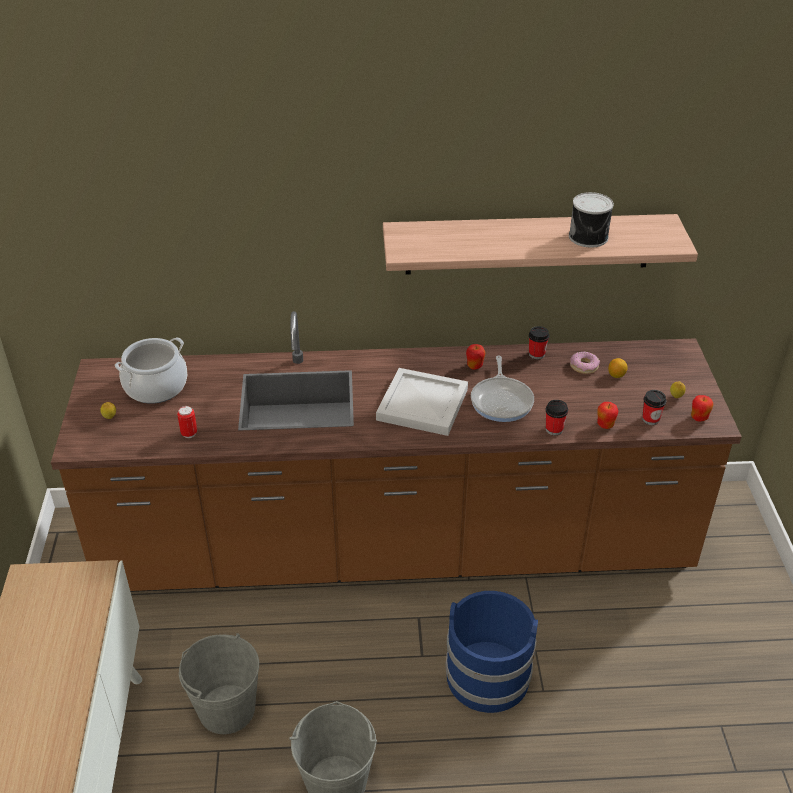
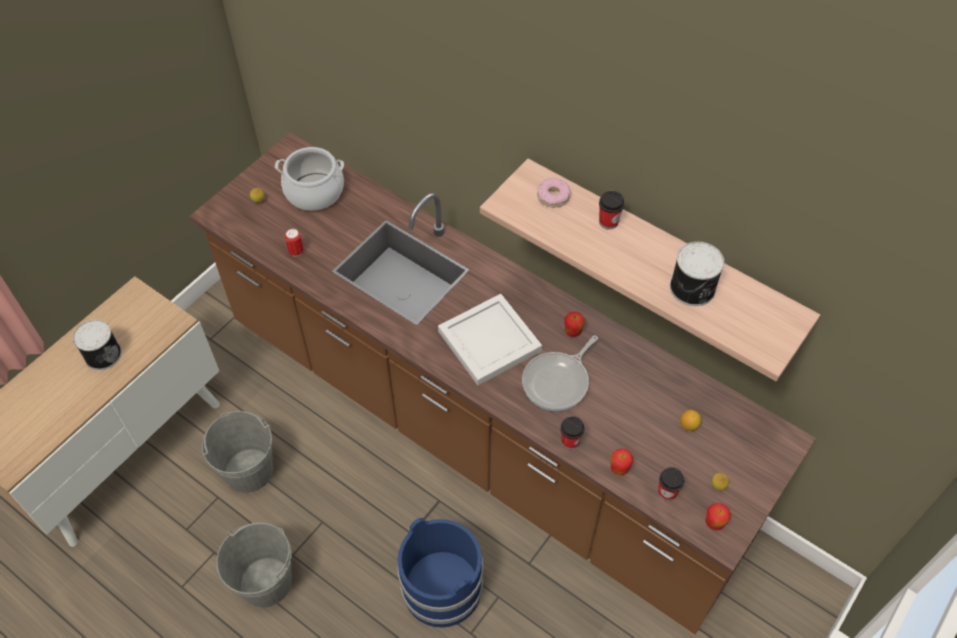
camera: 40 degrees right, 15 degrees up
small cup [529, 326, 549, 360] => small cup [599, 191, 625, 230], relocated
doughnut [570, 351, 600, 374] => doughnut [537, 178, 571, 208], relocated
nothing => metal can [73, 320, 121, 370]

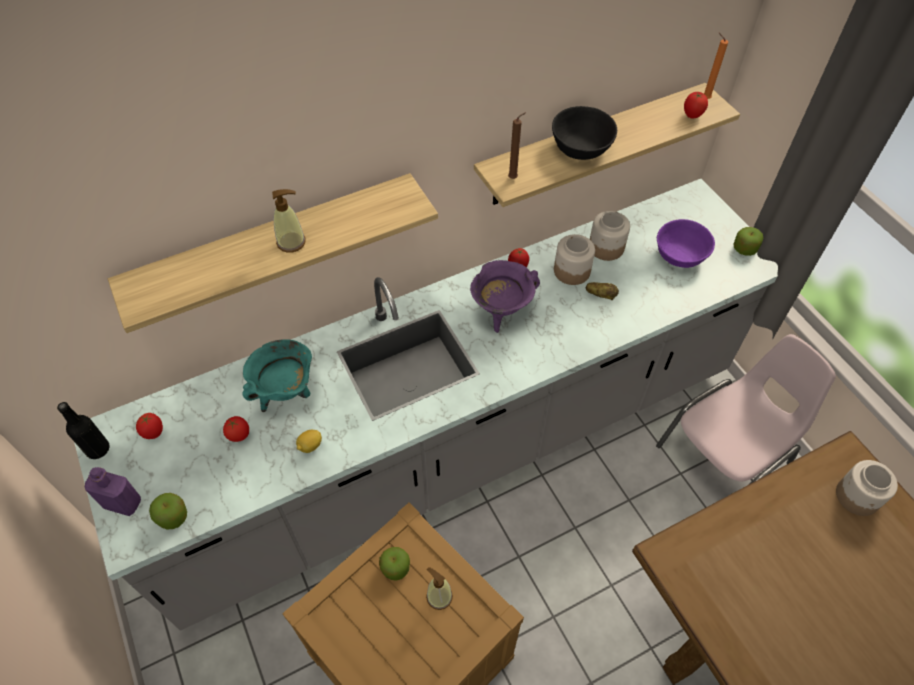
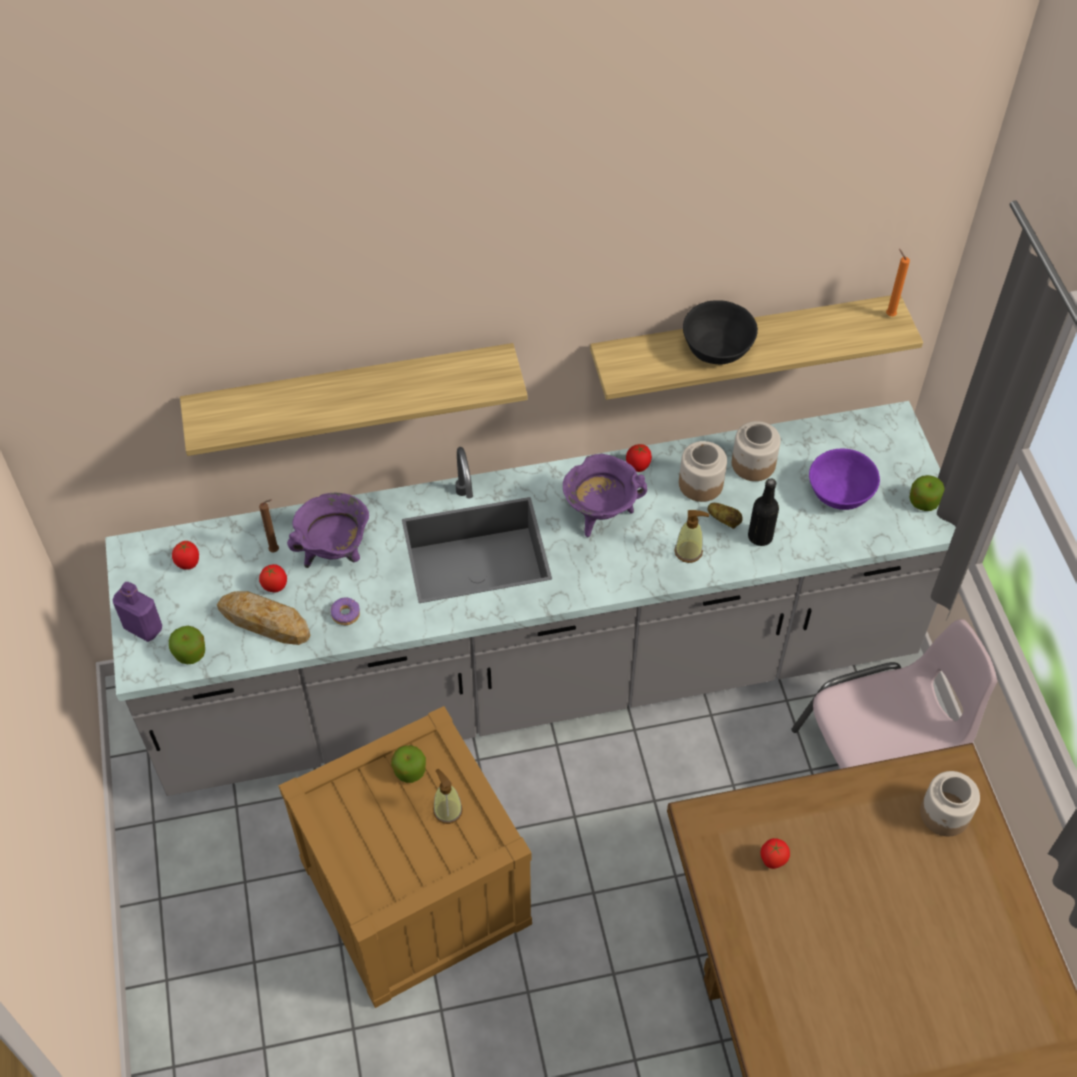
camera: 15 degrees right, 0 degrees up
black drink bottle [57, 402, 110, 459] => black drink bottle [748, 478, 779, 546], relocated
turquoise-coloured cooking pot [242, 339, 312, 412] => purplish cooking pot [287, 493, 369, 568]
soap bottle [272, 189, 306, 253] => soap bottle [674, 510, 709, 563], relocated
citrus fruit [296, 430, 322, 453] => doughnut [331, 598, 360, 625]
brown-coloured wax candle [508, 112, 526, 179] => brown-coloured wax candle [259, 500, 279, 553], relocated
fresh tomato [684, 92, 708, 119] => fresh tomato [761, 838, 790, 869], relocated
nothing => bread [217, 591, 310, 645]

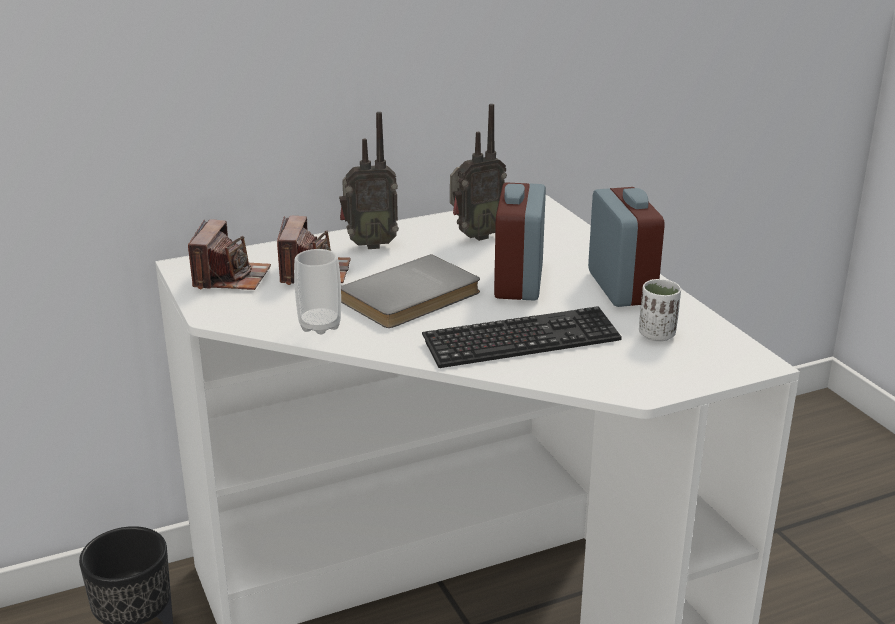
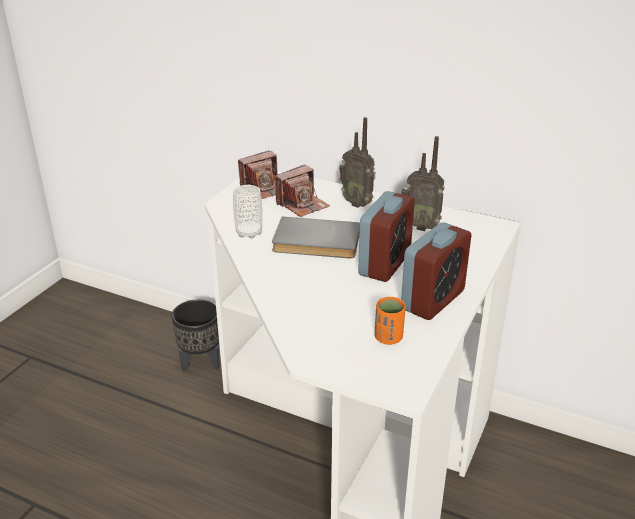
camera: 50 degrees right, 5 degrees up
computer keyboard [422, 306, 622, 368] => nothing
alarm clock [494, 183, 546, 301] => alarm clock [358, 191, 415, 282], 150 degrees clockwise
whitish small cup [639, 279, 681, 342] => orangey small cup [375, 297, 406, 345]

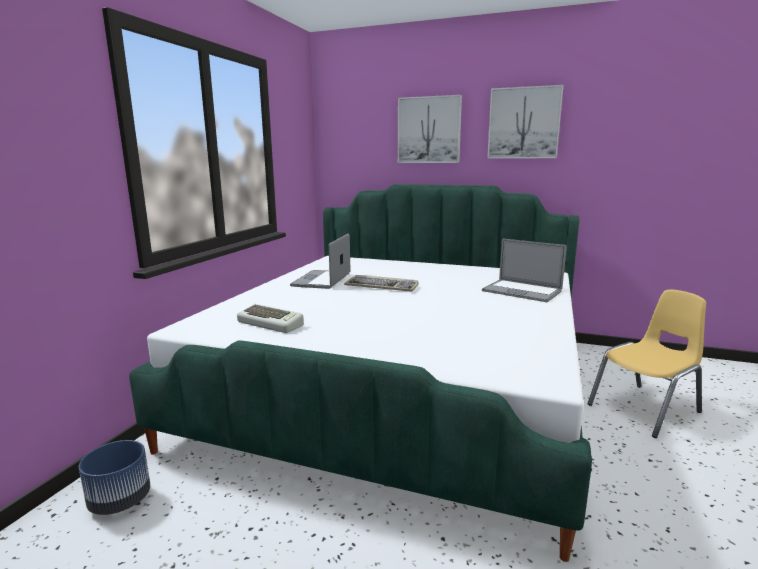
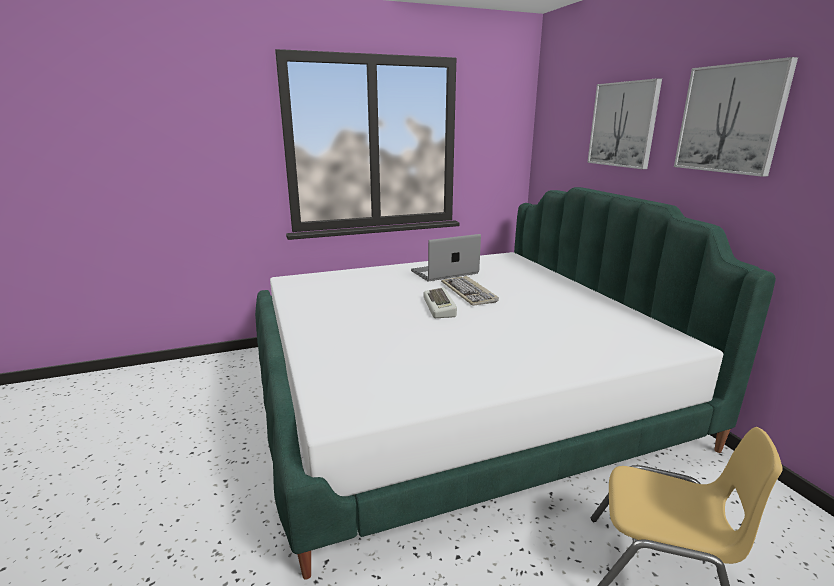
camera: 50 degrees right, 5 degrees up
blue flower pot [79, 440, 150, 515] => nothing
computer keyboard [237, 304, 304, 333] => computer keyboard [423, 287, 457, 318], relocated
notebook computer [482, 239, 567, 302] => nothing

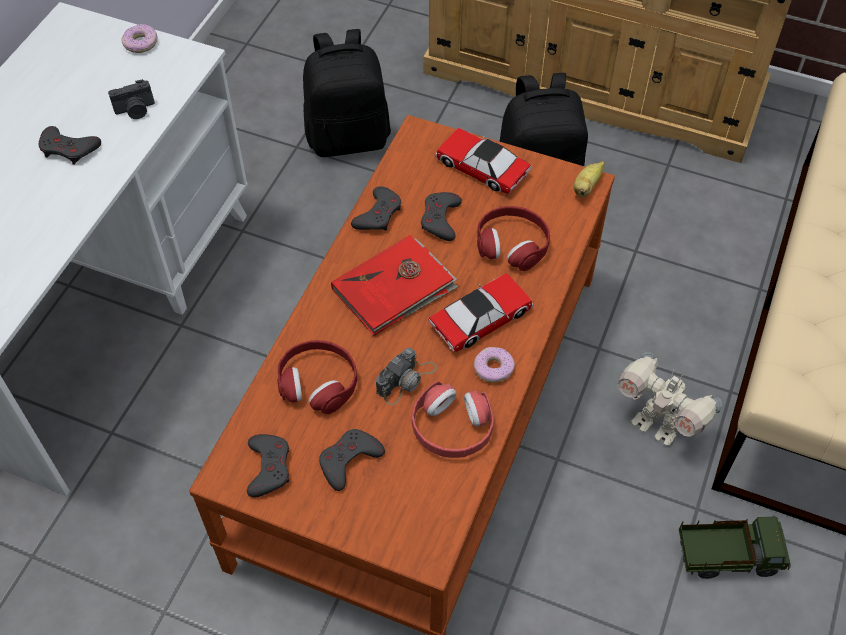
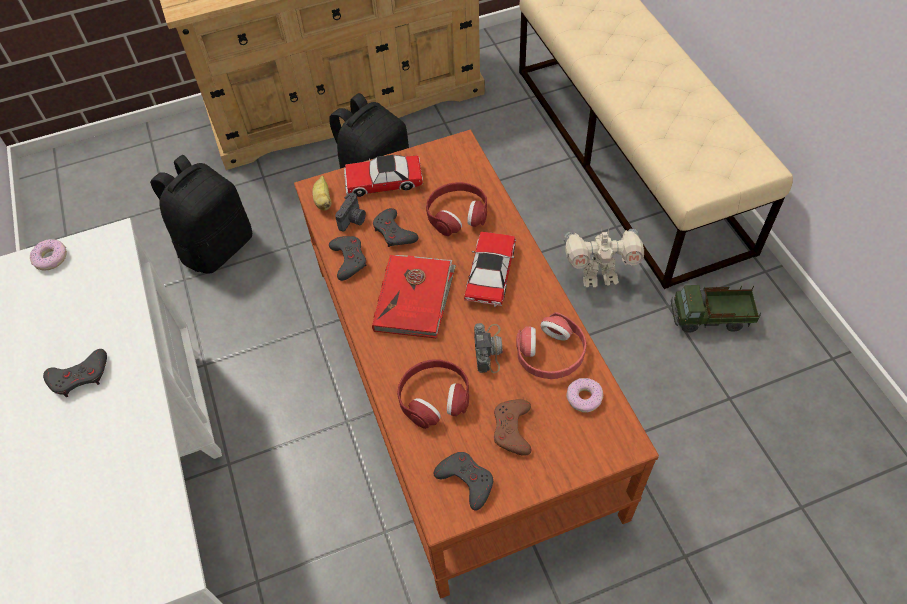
camera: 40 degrees left, 0 degrees up
still camera [108, 79, 155, 119] => still camera [335, 193, 366, 231], relocated
gray game controller [319, 429, 385, 491] => brown-coloured game controller [494, 399, 531, 456]
doughnut [474, 347, 515, 383] => doughnut [566, 378, 603, 413], relocated
whole banana [574, 161, 605, 197] => whole banana [312, 176, 331, 211], relocated
toy truck [679, 516, 791, 579] => toy truck [671, 285, 761, 333], 135 degrees counterclockwise

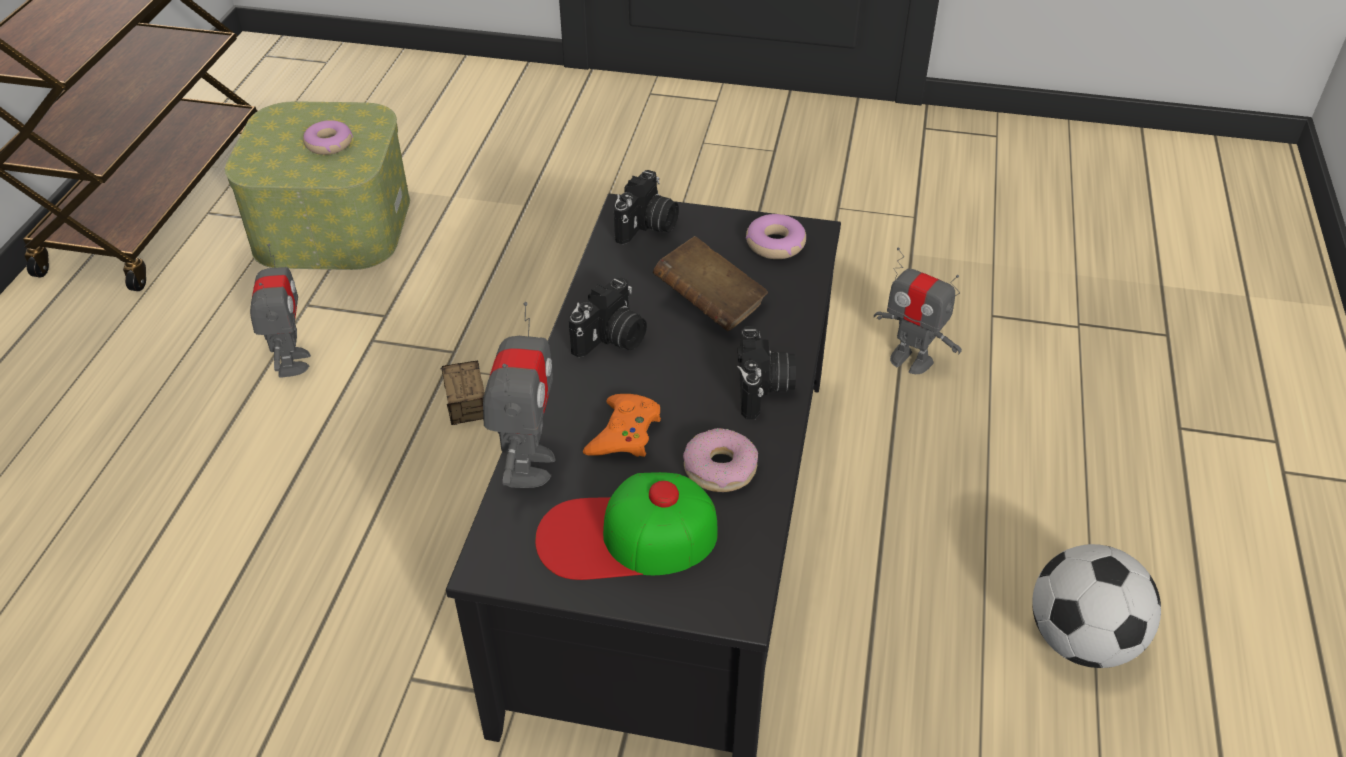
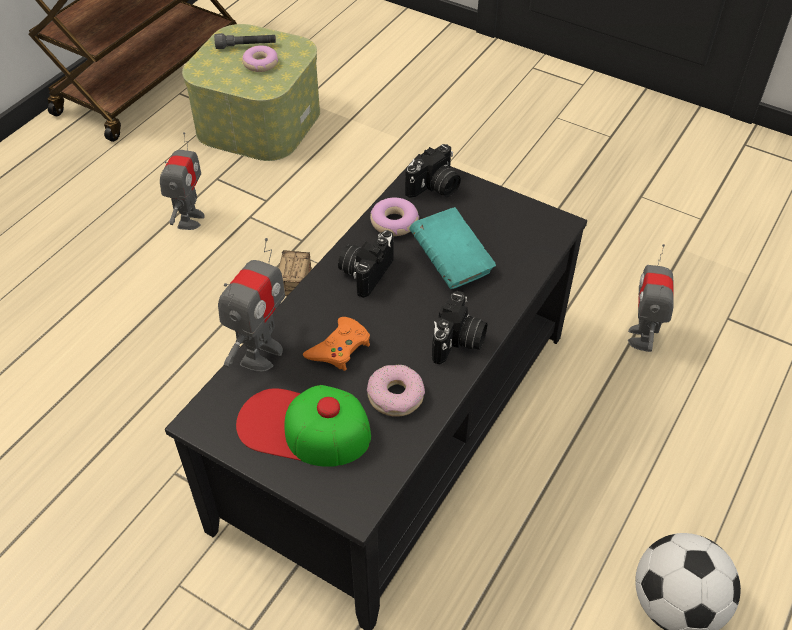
camera: 20 degrees right, 5 degrees up
still camera [569, 277, 647, 357] => still camera [338, 230, 394, 298], 150 degrees clockwise
brown-coloured bound book [653, 236, 768, 331] => turquoise-coloured bound book [409, 207, 496, 289]
doughnut [746, 214, 806, 259] => doughnut [370, 198, 419, 236], relocated
model robot [874, 248, 962, 374] => model robot [628, 244, 674, 352], 45 degrees clockwise
nothing => gray torch [214, 33, 276, 49]

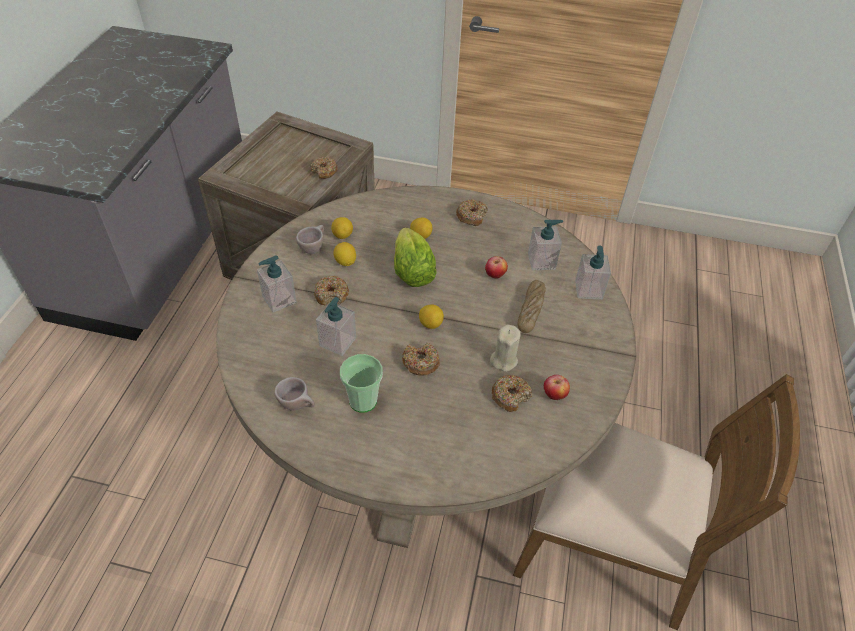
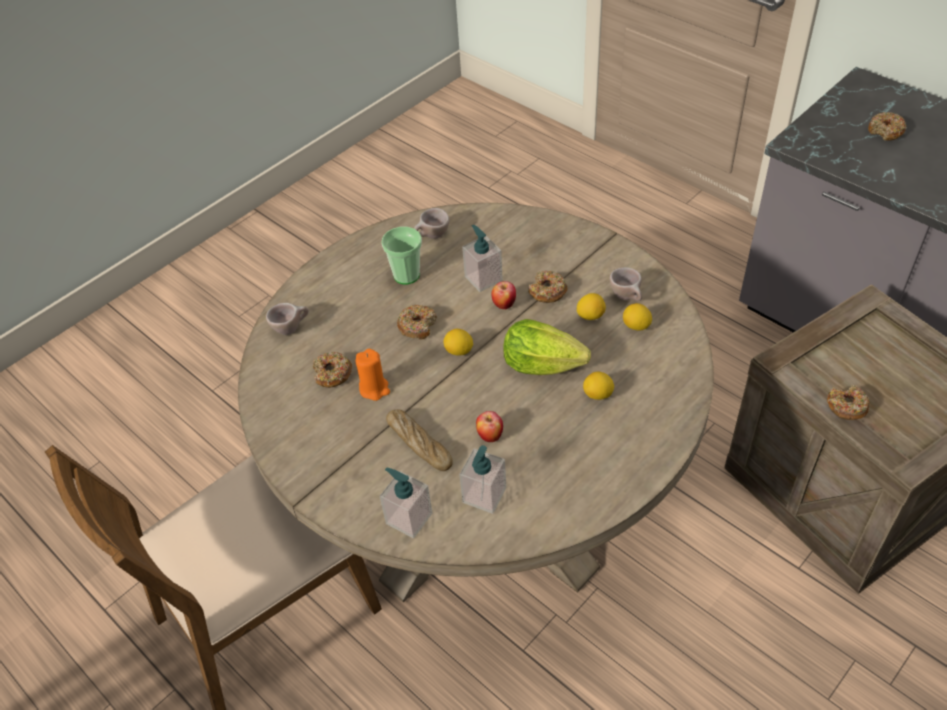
camera: 125 degrees right, 0 degrees up
soap bottle [257, 255, 297, 313] => nothing
doughnut [456, 199, 488, 226] => doughnut [868, 112, 907, 141], relocated
beige-coloured wax candle [490, 324, 521, 372] => orangey wax candle [355, 349, 390, 401]
apple [544, 375, 570, 400] => apple [491, 281, 516, 309], relocated
nothing => beige-coloured small cup [266, 303, 309, 335]

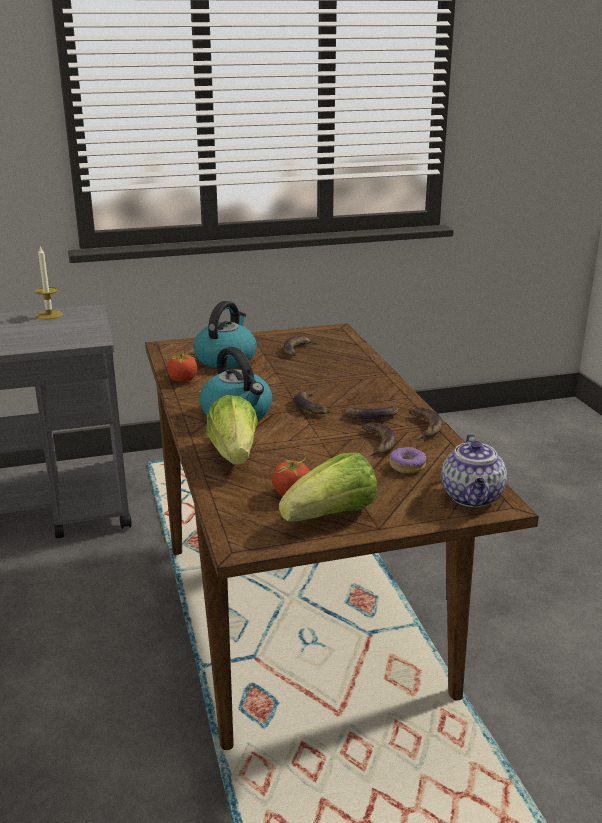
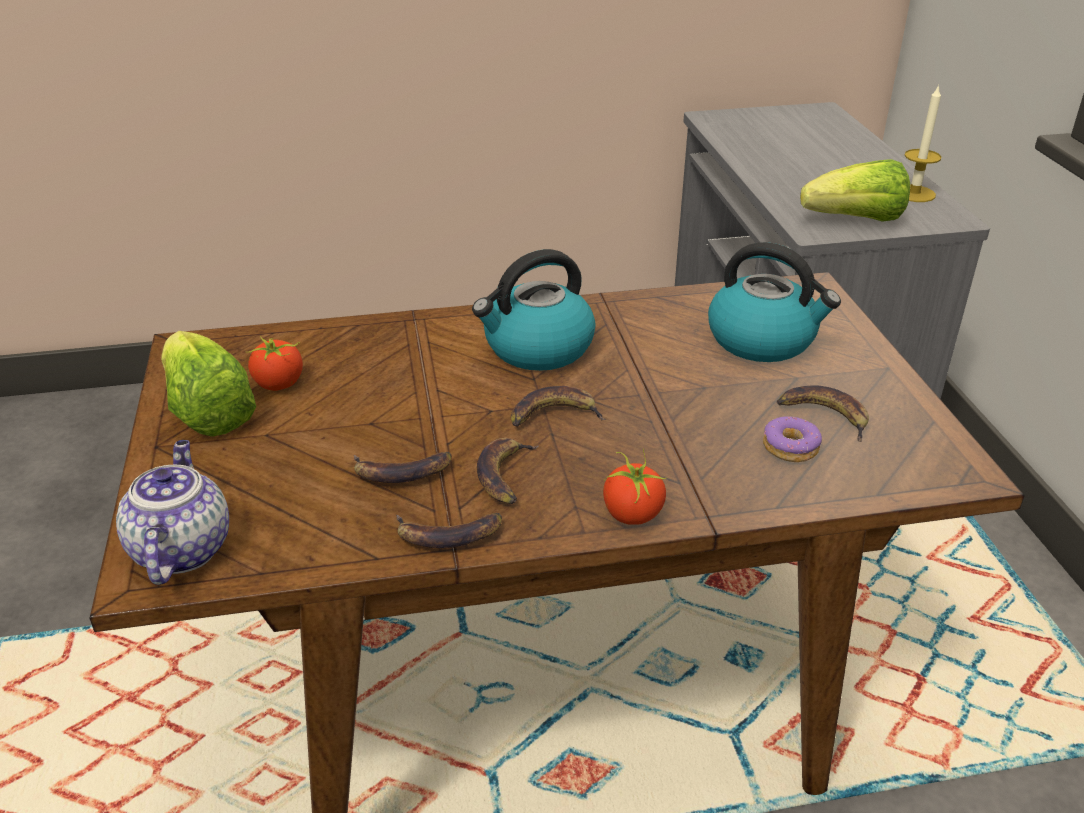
camera: 95 degrees right, 10 degrees up
fresh tomato [165, 353, 198, 382] => fresh tomato [603, 449, 668, 525], relocated
lettuce head [206, 395, 258, 464] => lettuce head [800, 159, 910, 222], relocated
doughnut [390, 447, 426, 473] => doughnut [763, 416, 822, 462], relocated
pot for tea [441, 434, 507, 507] => pot for tea [116, 440, 229, 585], 75 degrees clockwise

